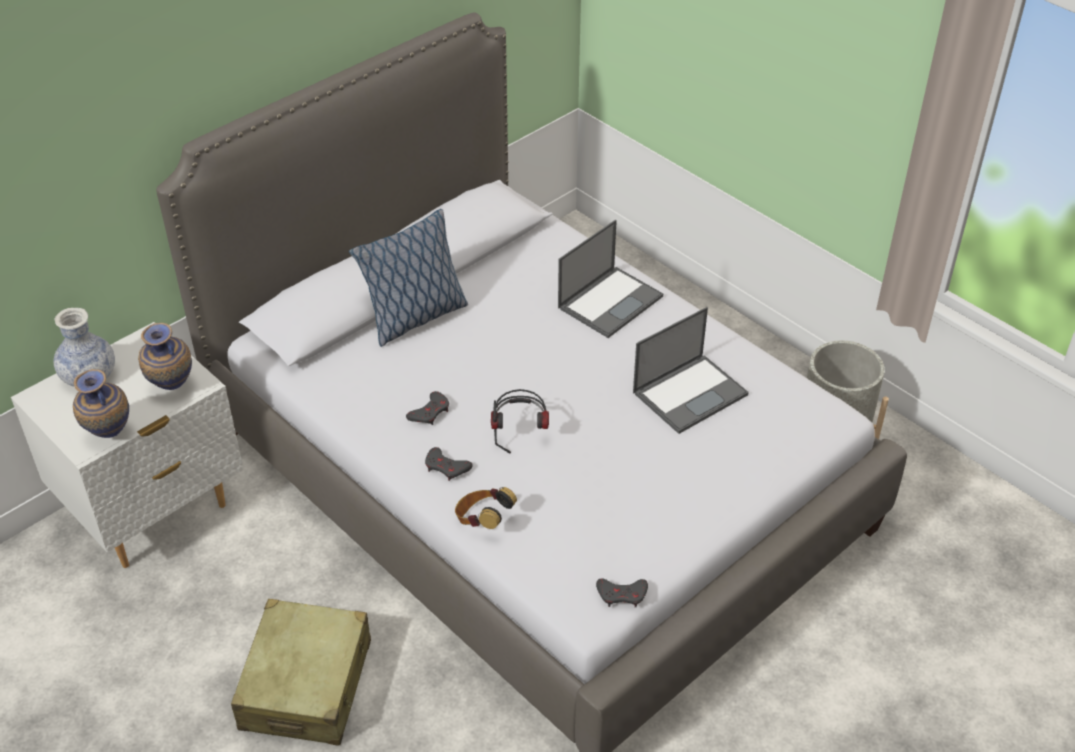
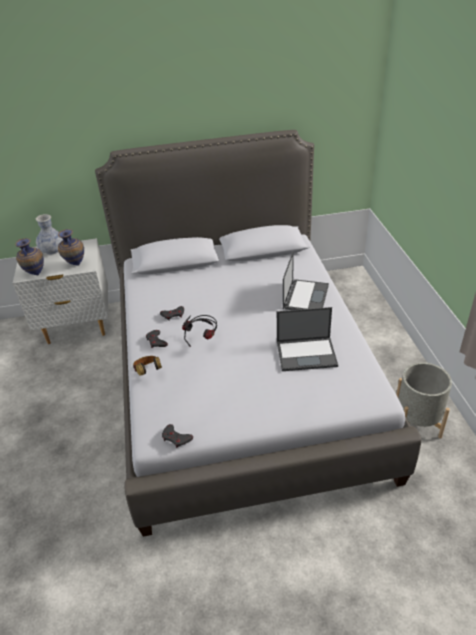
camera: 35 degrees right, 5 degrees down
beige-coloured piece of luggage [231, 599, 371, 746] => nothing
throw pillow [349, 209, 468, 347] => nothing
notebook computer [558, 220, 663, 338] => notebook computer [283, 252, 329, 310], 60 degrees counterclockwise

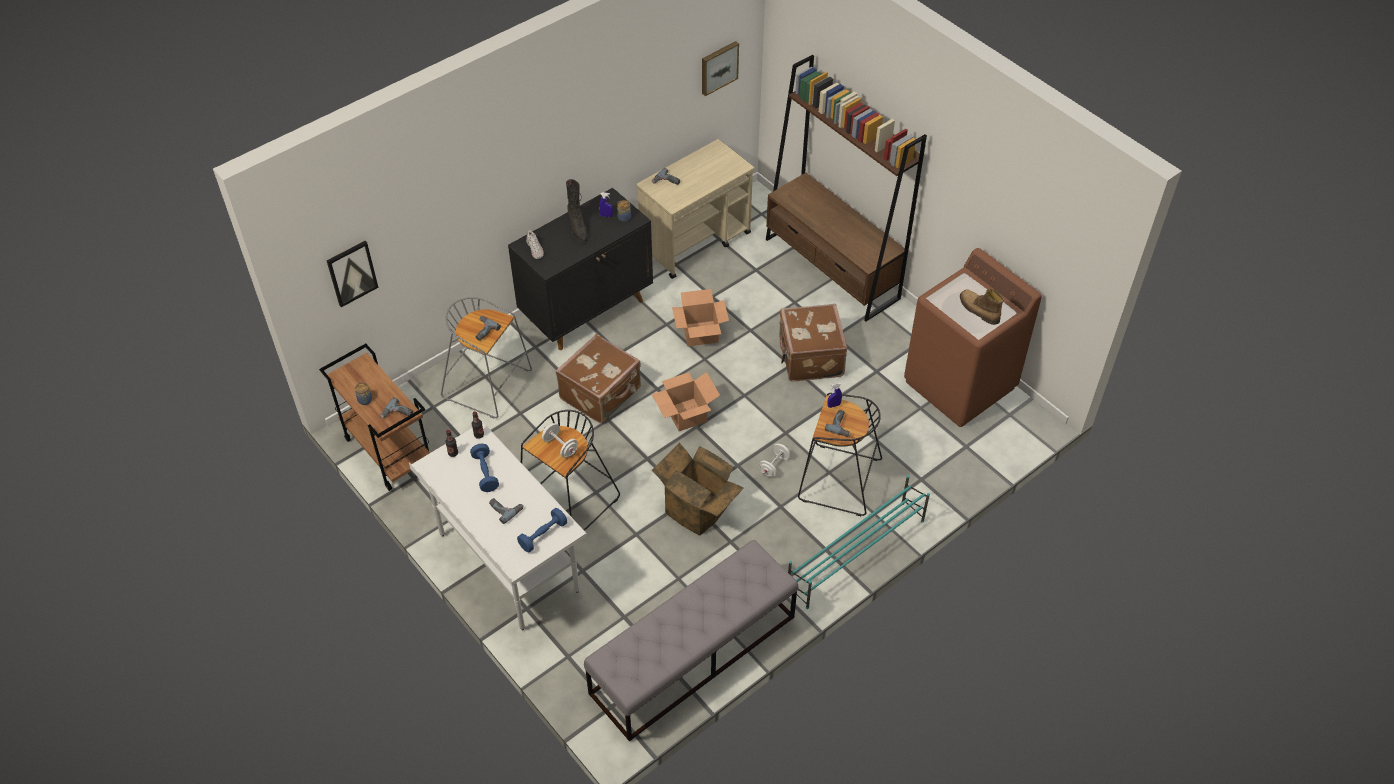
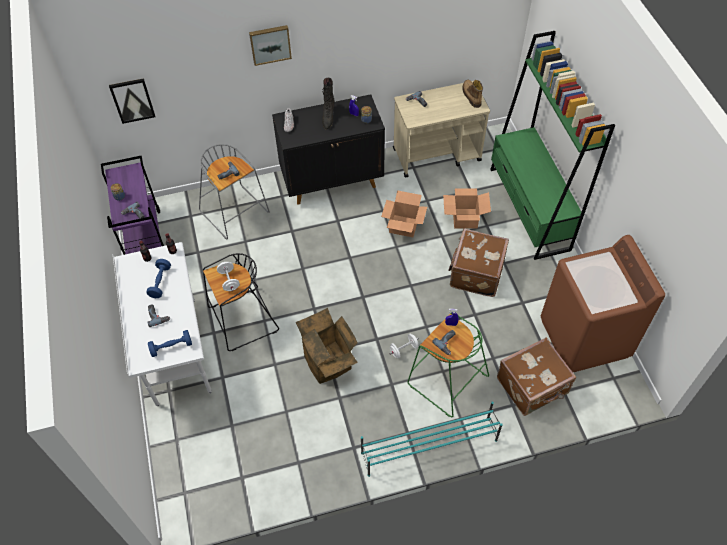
camera: 25 degrees right, 5 degrees up
brown-coloured cart [319, 344, 430, 491] => purplish cart [101, 156, 164, 255]
brown-coloured piece of luggage [556, 334, 641, 424] => brown-coloured piece of luggage [497, 338, 576, 416], relocated
gray long seat [584, 540, 799, 742] => nothing
packing box [652, 372, 720, 431] => packing box [443, 188, 491, 228], relocated
wall picture [702, 41, 739, 96] => wall picture [249, 25, 292, 66], relocated
brown-coloured bookcase [766, 55, 927, 322] => green-coloured bookcase [490, 31, 615, 260]
black sitting stool [798, 393, 882, 516] => green-coloured sitting stool [407, 313, 489, 418]
boot [960, 289, 1004, 325] => boot [462, 80, 483, 108], relocated

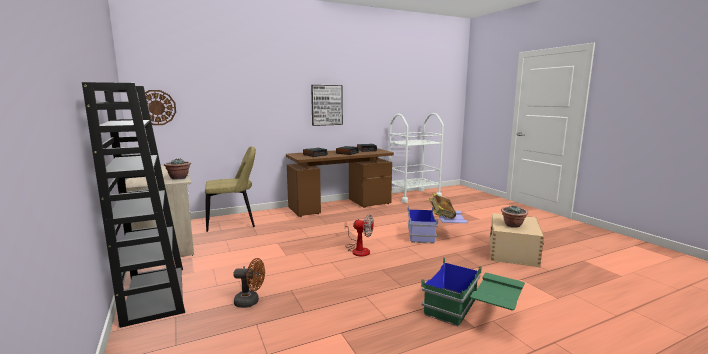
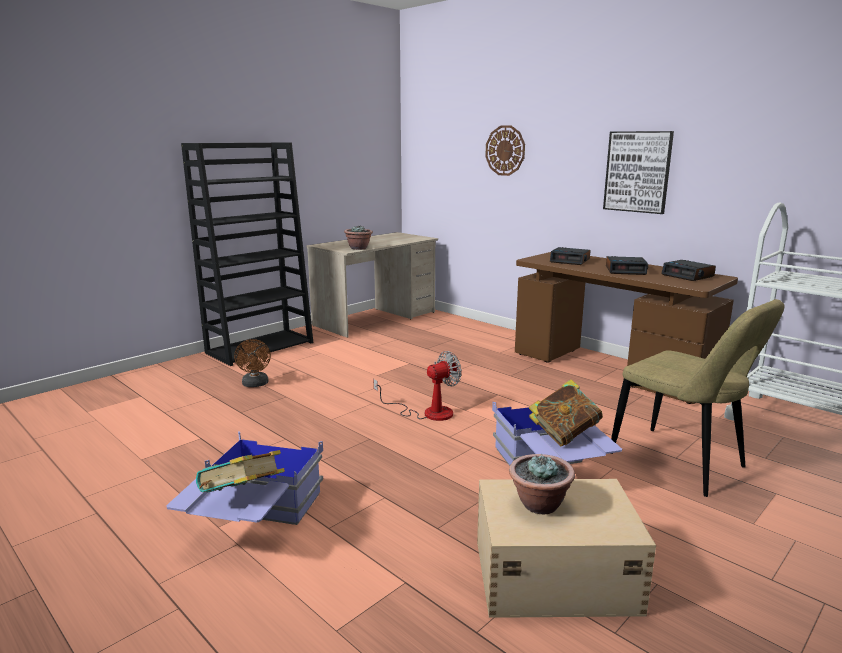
camera: 70 degrees right, 5 degrees up
clock on the wall [138, 90, 176, 125] => clock on the wall [485, 125, 525, 176], relocated
beige-coloured upright chair [205, 146, 256, 232] => beige-coloured upright chair [611, 299, 785, 497], relocated
electric fan [345, 215, 374, 257] => electric fan [374, 351, 462, 421], 120 degrees counterclockwise
green-coloured storage container [421, 257, 525, 327] => blue storage container [166, 431, 323, 525]
nothing => bound book [196, 450, 285, 493]

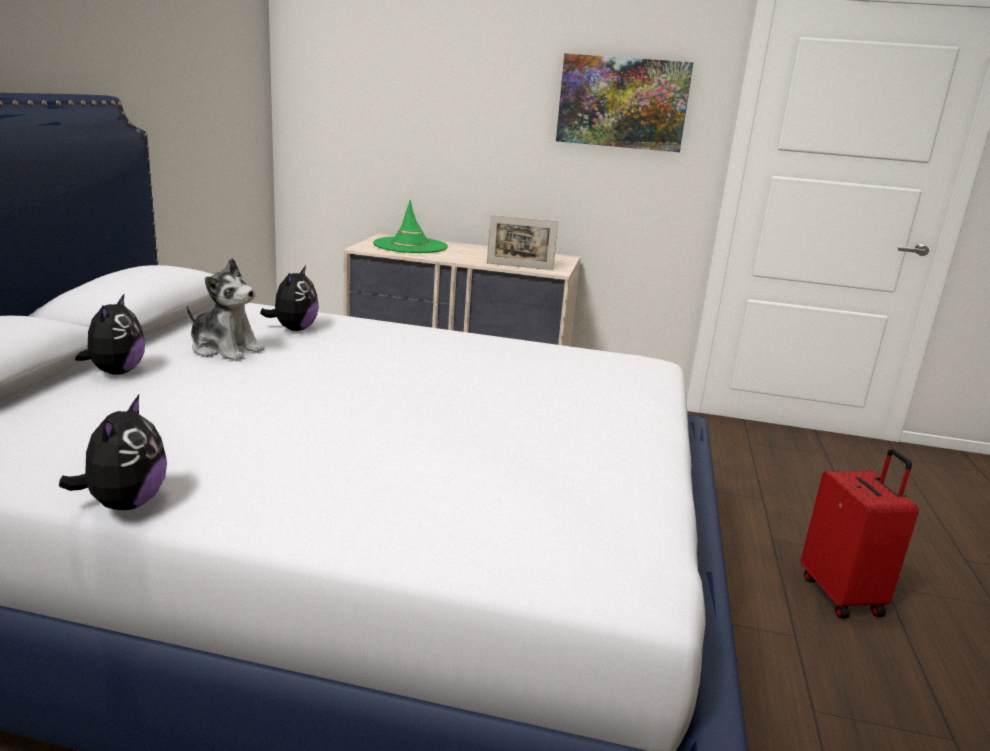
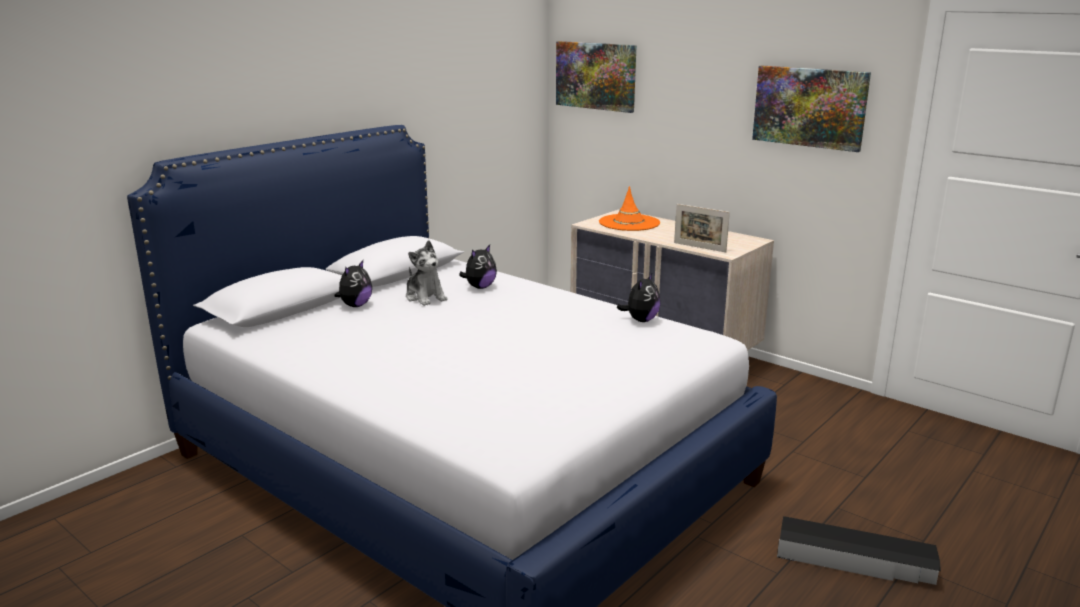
camera: 30 degrees right, 0 degrees up
plush toy [59, 395, 167, 510] => plush toy [617, 273, 660, 322], relocated
green-coloured wearable hat [373, 200, 448, 253] => orangey wearable hat [599, 186, 660, 231]
red piece of luggage [801, 449, 919, 619] => black storage container [777, 516, 941, 585]
nothing => wall picture [556, 41, 637, 113]

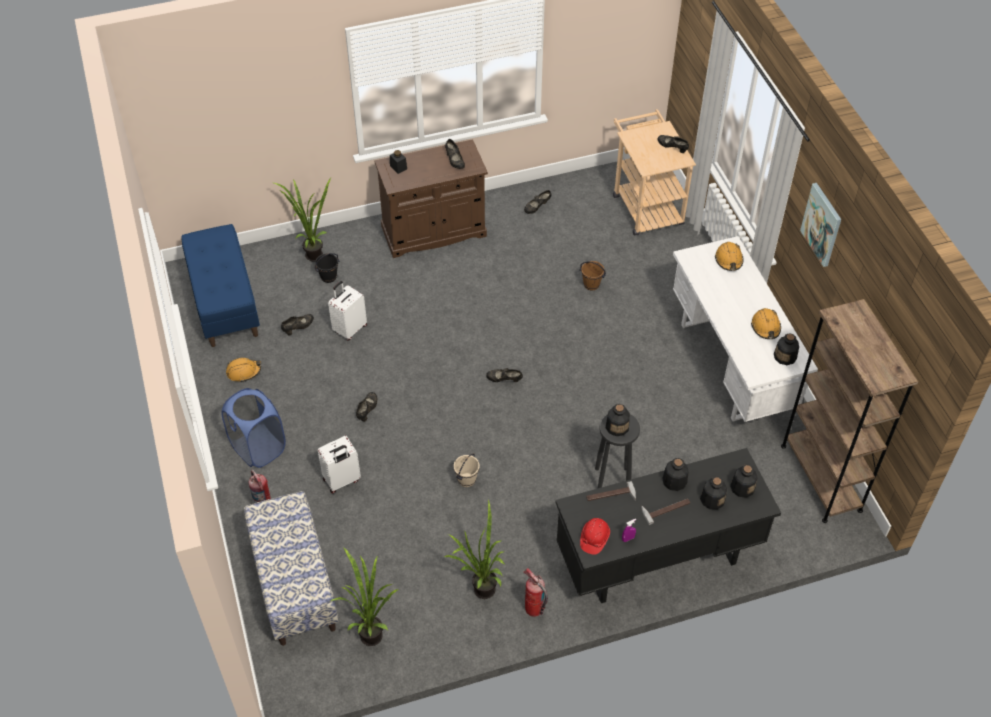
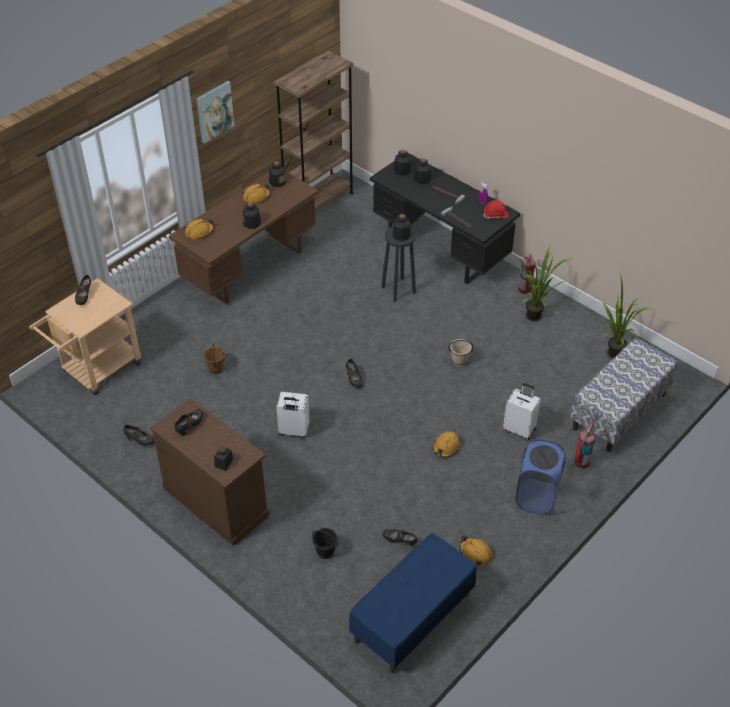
camera: 120 degrees left, 5 degrees down
plant in a pot [271, 178, 331, 261] => nothing
whitish piece of luggage [328, 281, 367, 341] => whitish piece of luggage [276, 392, 310, 438], relocated
black low shoe [356, 392, 377, 422] => orangey hard hat [433, 431, 461, 457]
drink bottle [662, 458, 689, 491] => drink bottle [242, 202, 261, 229], relocated
whitish desk table [673, 236, 818, 422] => brown-coloured desk table [169, 171, 318, 305]

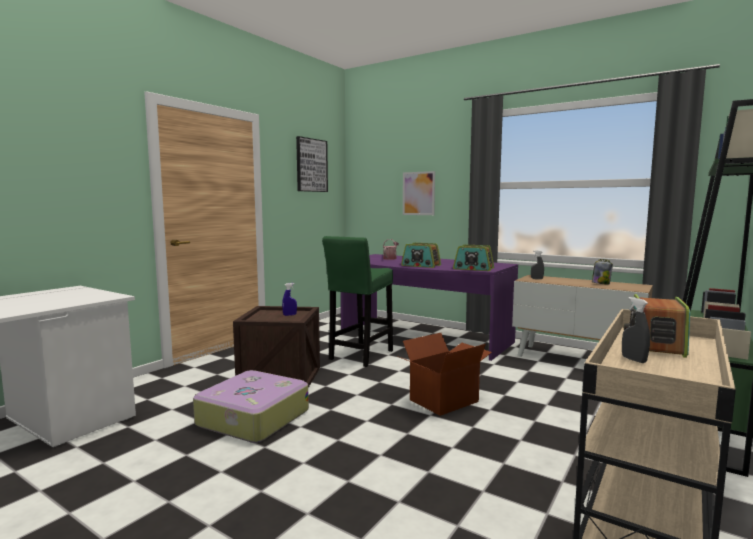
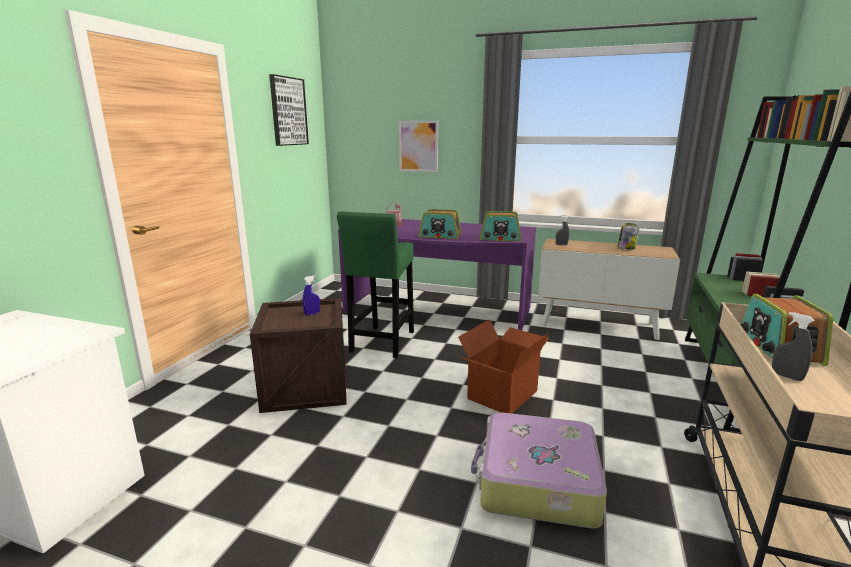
camera: 15 degrees left, 10 degrees up
piece of luggage [193, 370, 309, 443] => piece of luggage [471, 412, 607, 528], relocated

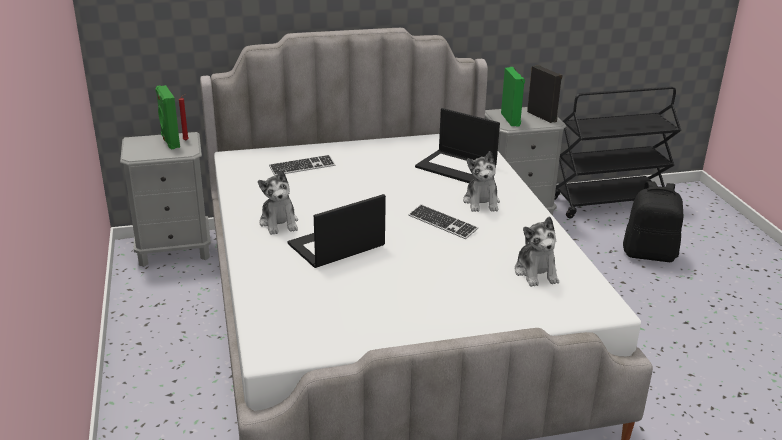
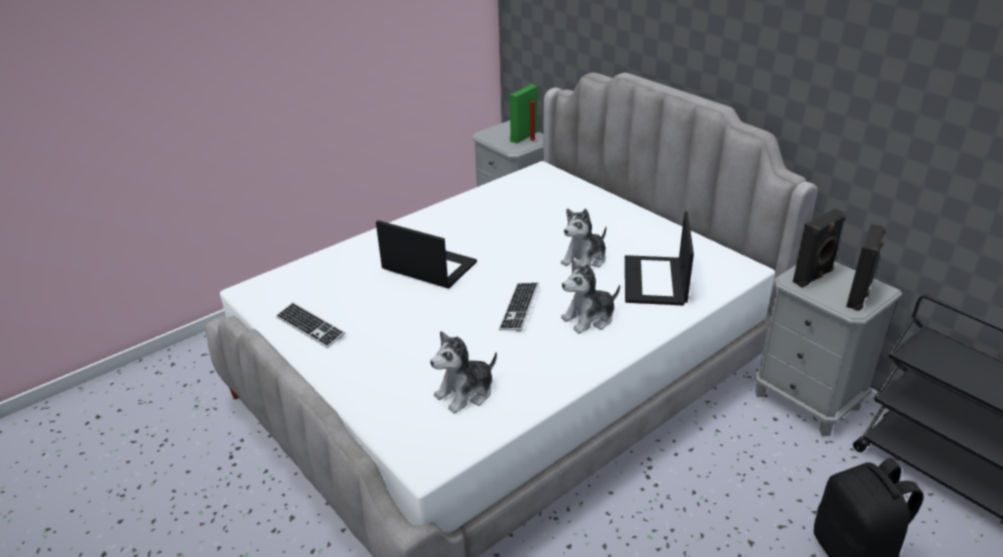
camera: 65 degrees right, 5 degrees up
plush toy [258, 169, 298, 235] => plush toy [561, 209, 606, 268], relocated
computer keyboard [269, 155, 335, 176] => computer keyboard [276, 302, 345, 348], relocated
green-coloured loudspeaker [501, 67, 525, 127] => black loudspeaker [793, 209, 846, 288]

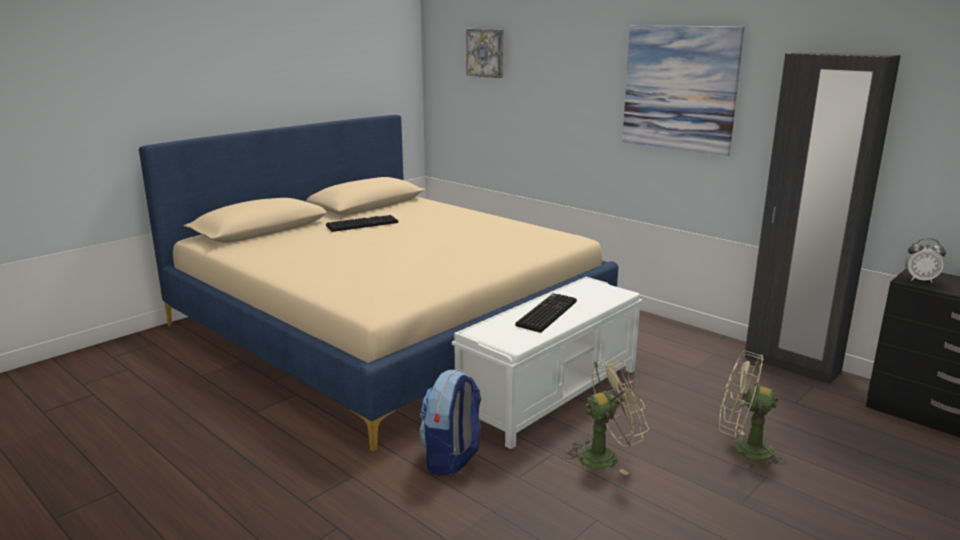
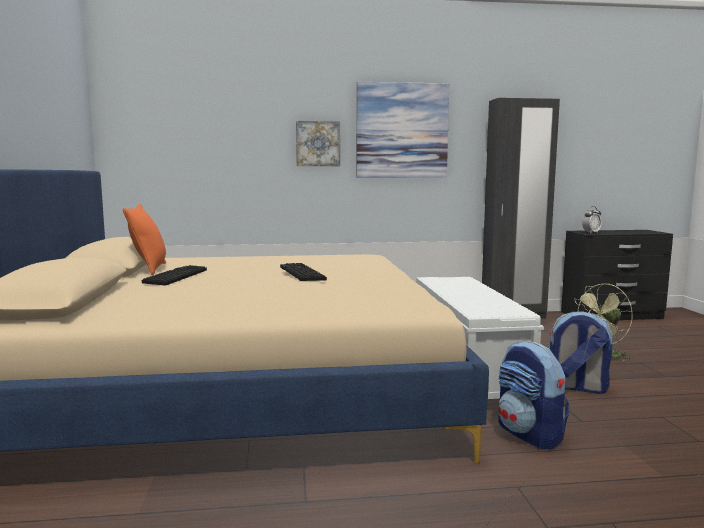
camera: 50 degrees left, 10 degrees down
wall picture [466, 29, 503, 78] => wall picture [296, 121, 340, 166], relocated
computer keyboard [515, 293, 577, 333] => computer keyboard [280, 263, 327, 281], relocated
green-coloured electric fan [565, 357, 649, 475] => knapsack [549, 311, 613, 394]
nothing => orangey throw pillow [123, 204, 166, 275]

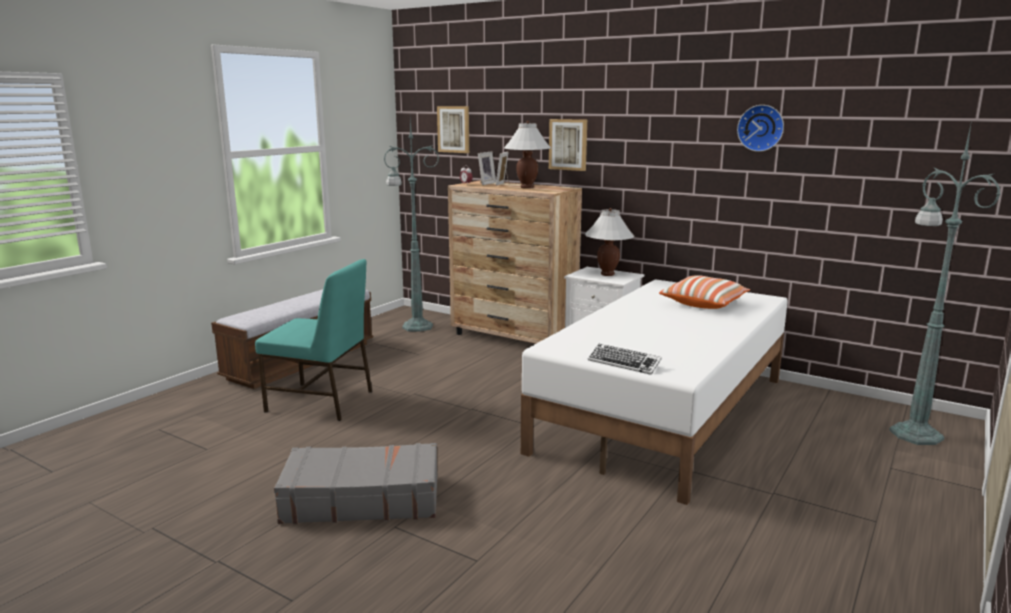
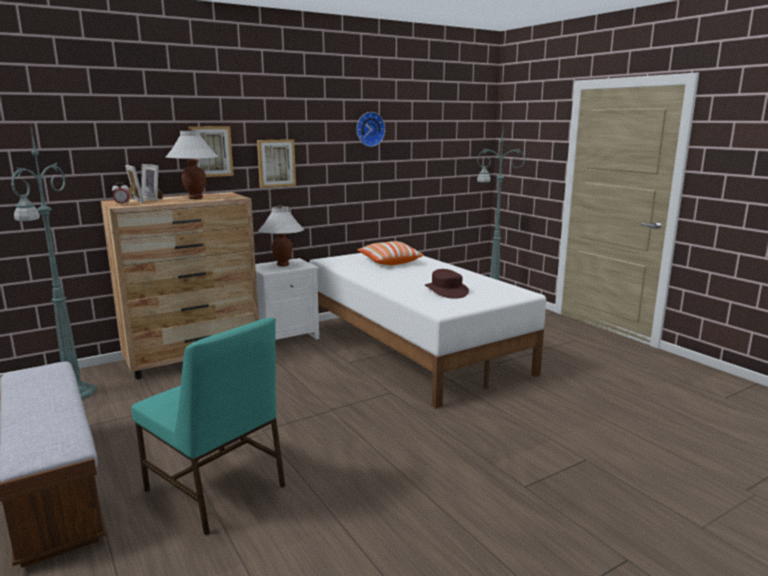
camera: 65 degrees left, 0 degrees up
turquoise-coloured upright chair [255, 259, 372, 421] => turquoise-coloured upright chair [131, 318, 285, 535], 90 degrees clockwise
gray piece of luggage [274, 443, 438, 524] => nothing
wall picture [437, 106, 469, 153] => wall picture [257, 139, 296, 188], relocated
computer keyboard [588, 344, 662, 375] => nothing
nothing => brown-coloured wearable hat [425, 269, 469, 299]

